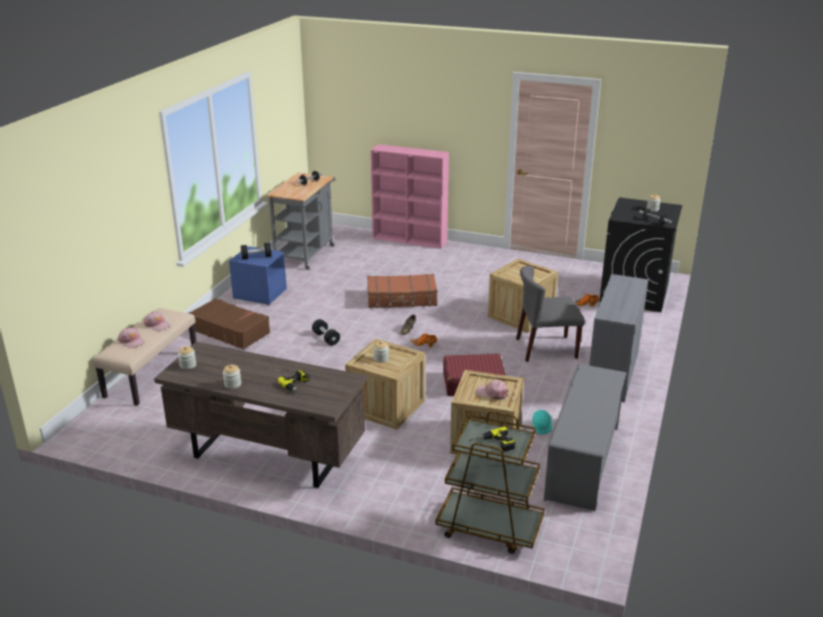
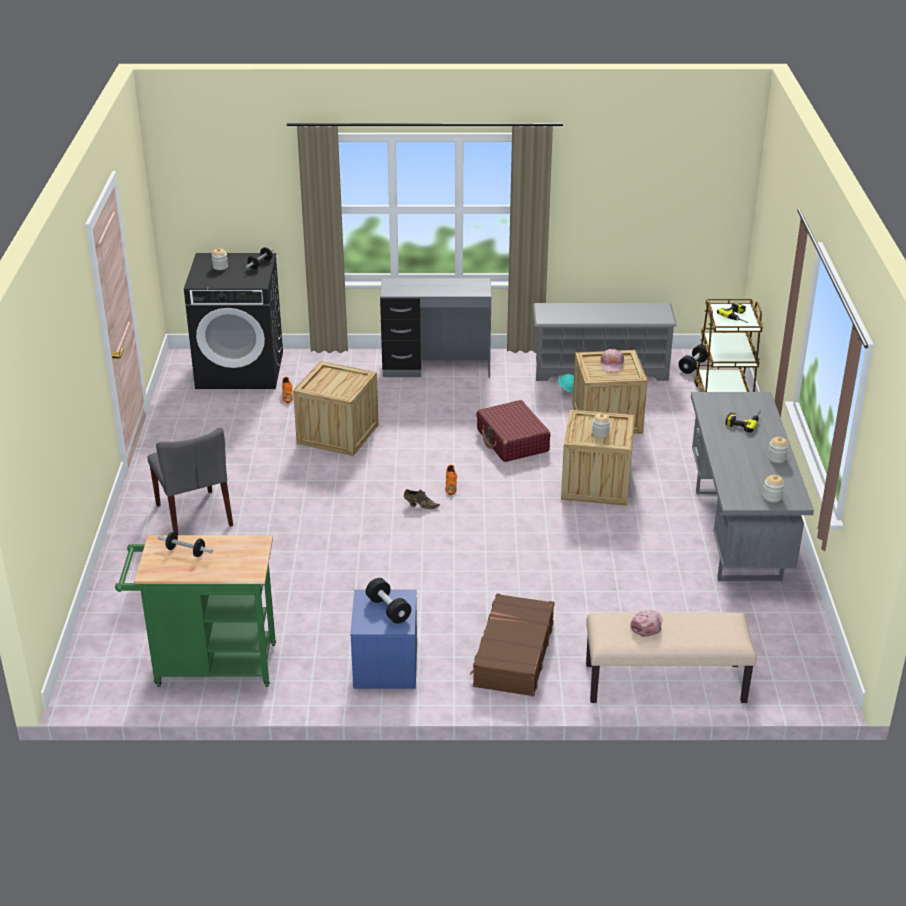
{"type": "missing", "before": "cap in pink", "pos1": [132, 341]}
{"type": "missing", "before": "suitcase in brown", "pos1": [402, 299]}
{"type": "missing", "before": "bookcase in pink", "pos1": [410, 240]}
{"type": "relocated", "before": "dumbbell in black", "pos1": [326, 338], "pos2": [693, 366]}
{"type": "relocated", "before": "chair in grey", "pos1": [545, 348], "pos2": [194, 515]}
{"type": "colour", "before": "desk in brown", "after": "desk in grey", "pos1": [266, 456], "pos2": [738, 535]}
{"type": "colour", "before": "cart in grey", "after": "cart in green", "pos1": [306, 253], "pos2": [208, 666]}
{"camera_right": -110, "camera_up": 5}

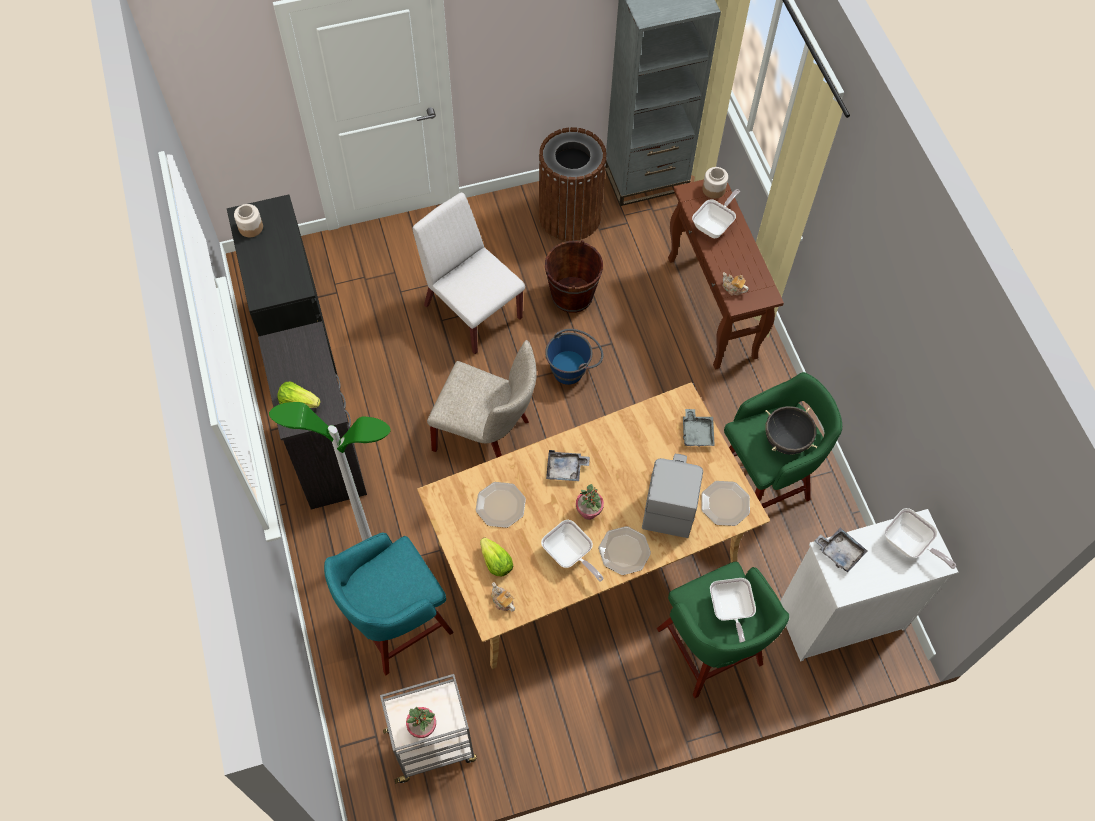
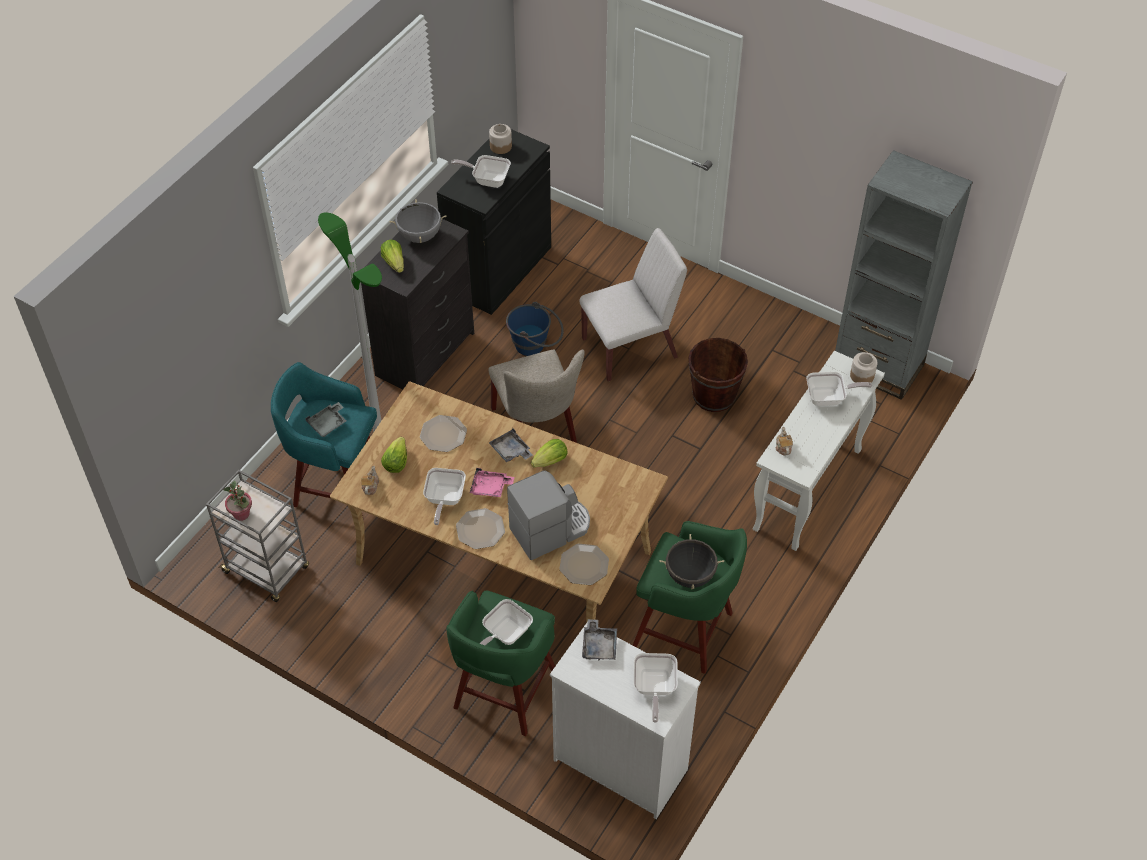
{"type": "missing", "before": "trash can in brown", "pos1": [570, 215]}
{"type": "appeared", "after": "cooking pot in grey", "pos2": [419, 236]}
{"type": "appeared", "after": "frying pan", "pos2": [487, 179]}
{"type": "appeared", "after": "lettuce", "pos2": [550, 461]}
{"type": "relocated", "before": "bucket in blue", "pos1": [573, 368], "pos2": [535, 346]}
{"type": "relocated", "before": "tray in grey", "pos1": [697, 432], "pos2": [328, 424]}
{"type": "exchanged", "before": "potted plant", "after": "tray in pink", "pos1": [589, 512], "pos2": [490, 488]}
{"type": "colour", "before": "console table in brown", "after": "console table in white", "pos1": [712, 309], "pos2": [807, 491]}
{"type": "spun", "before": "chair in white", "pos1": [472, 311], "pos2": [630, 348], "turn": 60}
{"camera_right": 50, "camera_up": -10}

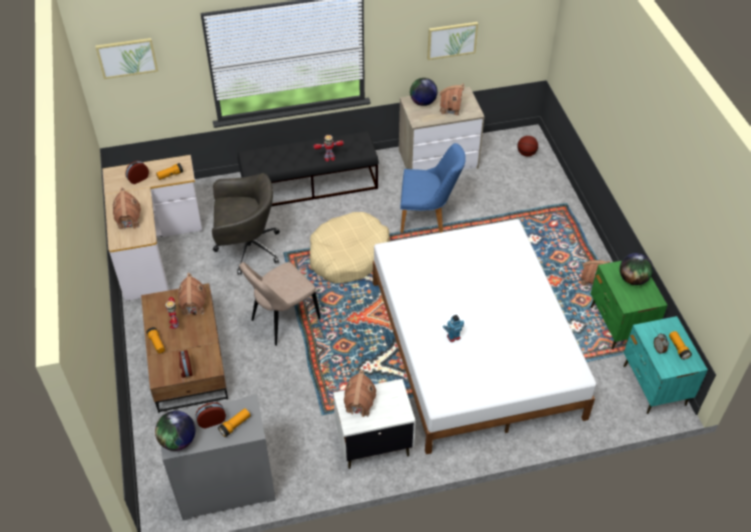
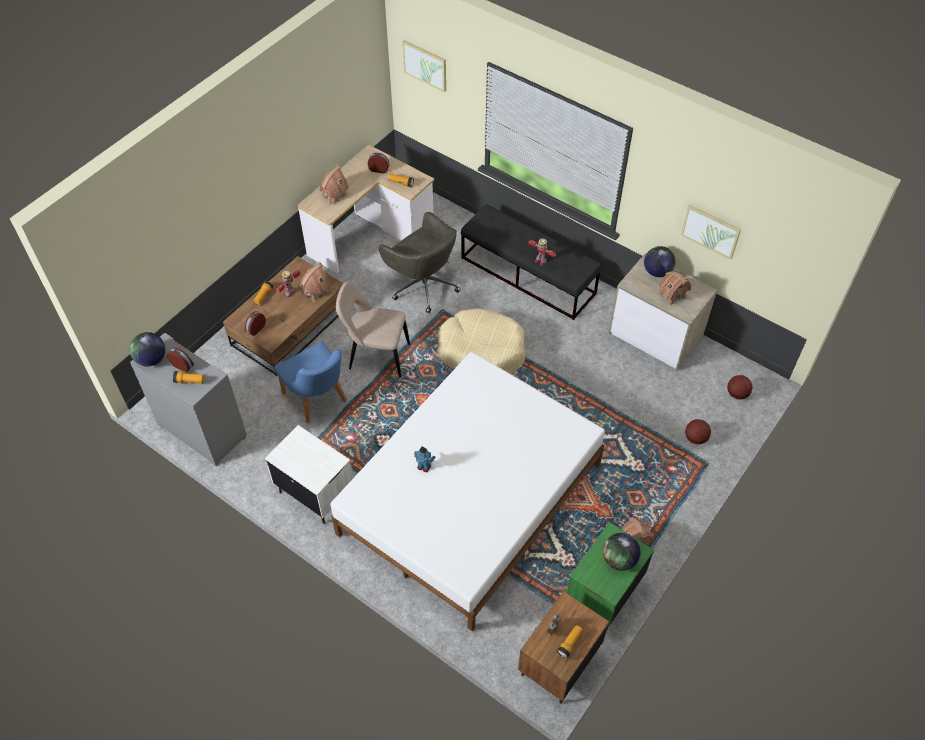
{"type": "missing", "before": "toy house", "pos1": [359, 404]}
{"type": "appeared", "after": "basketball", "pos2": [695, 438]}
{"type": "relocated", "before": "chair in blue", "pos1": [428, 218], "pos2": [318, 400]}
{"type": "colour", "before": "nightstand in turquoise", "after": "nightstand in brown", "pos1": [654, 386], "pos2": [558, 663]}
{"camera_right": 50, "camera_up": 5}

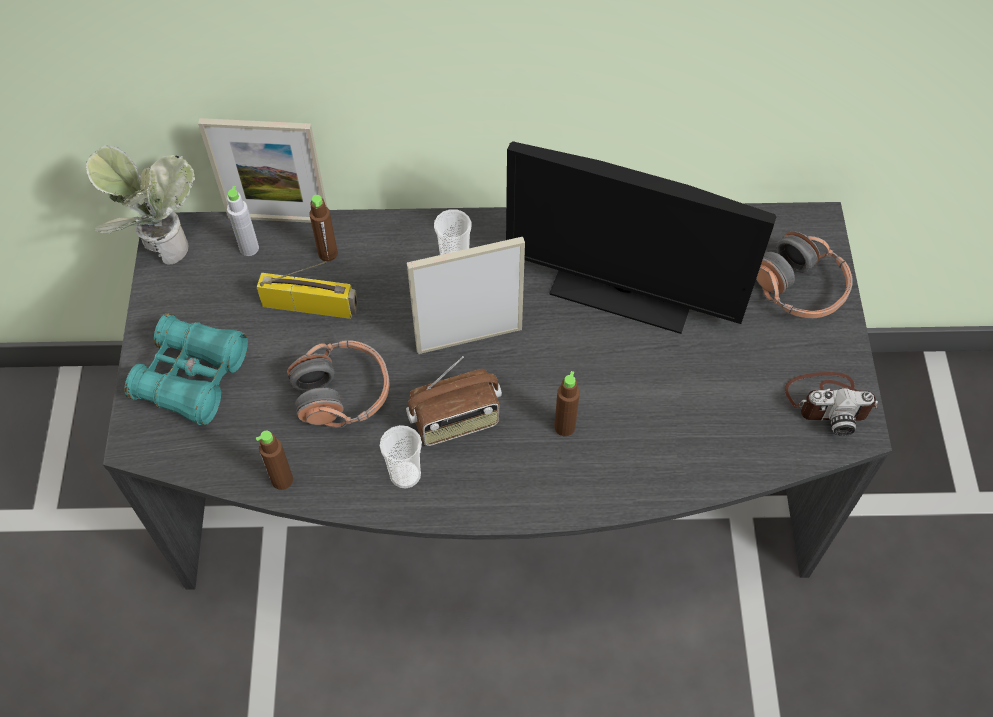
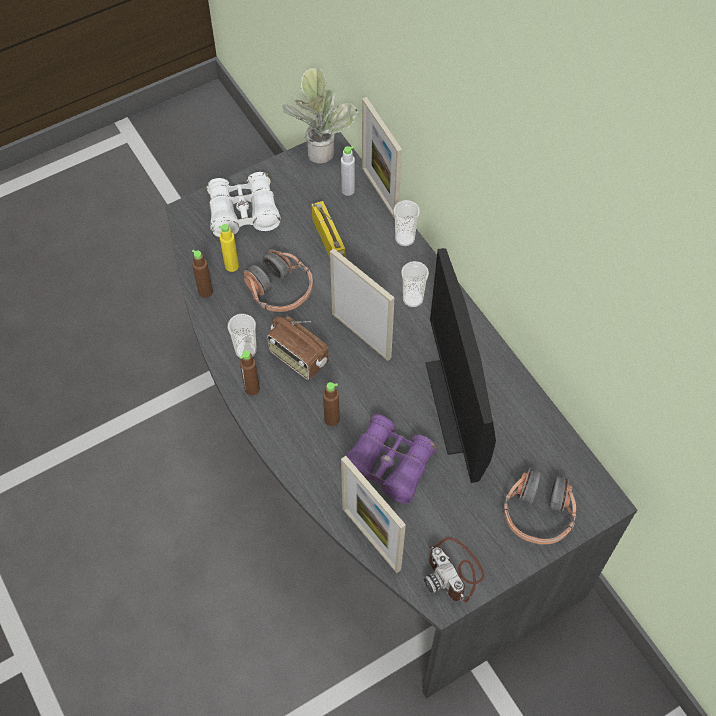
{"type": "appeared", "after": "bottle in yellow", "pos2": [231, 266]}
{"type": "appeared", "after": "binoculars in purple", "pos2": [388, 465]}
{"type": "appeared", "after": "picture frame", "pos2": [371, 539]}
{"type": "appeared", "after": "cup", "pos2": [405, 238]}
{"type": "relocated", "before": "bottle in brown", "pos1": [328, 253], "pos2": [252, 389]}
{"type": "colour", "before": "binoculars in turquoise", "after": "binoculars in white", "pos1": [192, 377], "pos2": [243, 213]}
{"camera_right": 60, "camera_up": 0}

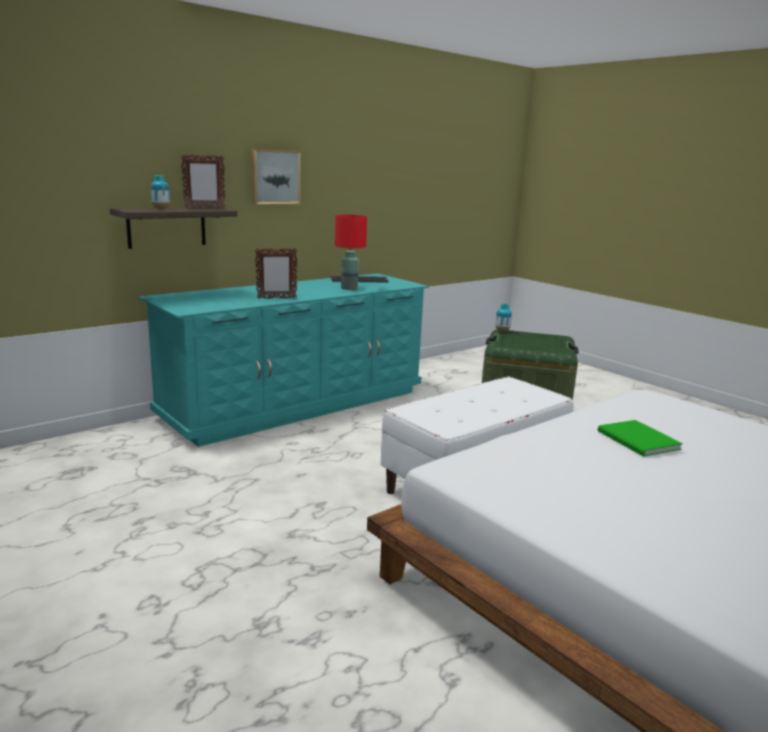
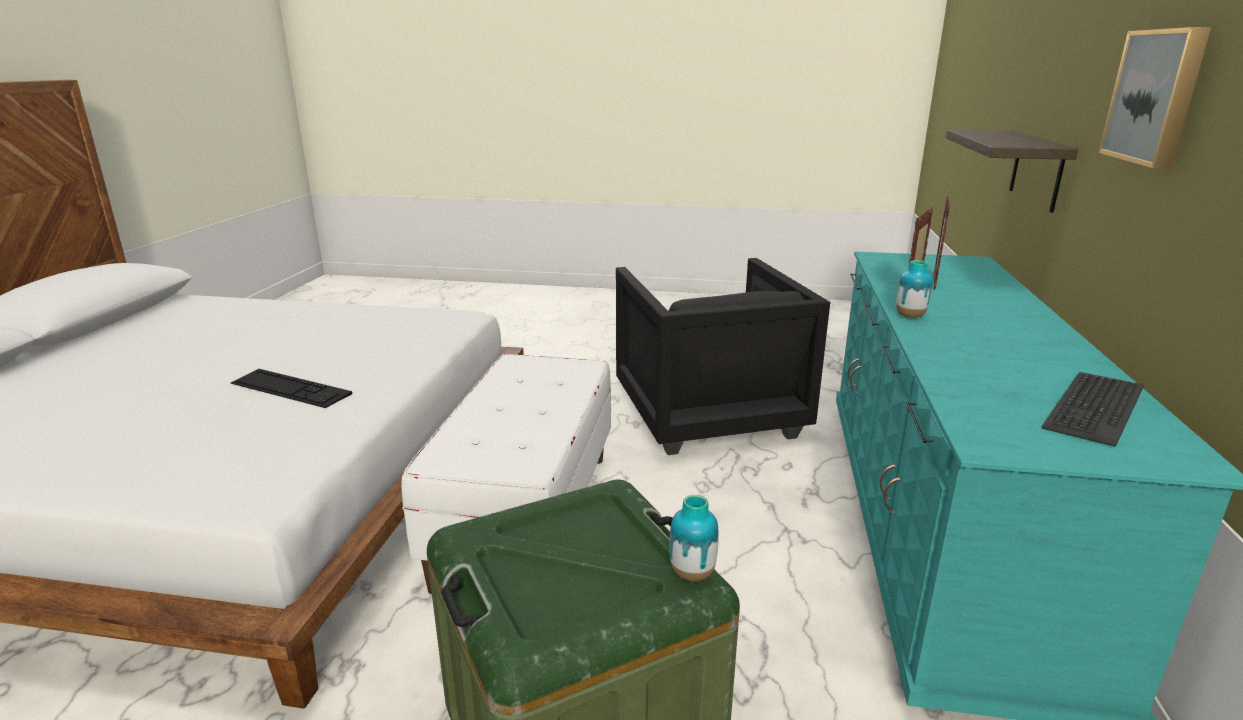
{"type": "missing", "before": "table lamp in red", "pos1": [349, 288]}
{"type": "appeared", "after": "armchair in black", "pos2": [707, 414]}
{"type": "relocated", "before": "vase", "pos1": [161, 209], "pos2": [910, 316]}
{"type": "relocated", "before": "picture frame", "pos1": [204, 208], "pos2": [935, 281]}
{"type": "exchanged", "before": "book in green", "after": "keyboard", "pos1": [638, 441], "pos2": [290, 388]}
{"camera_right": 140, "camera_up": 5}

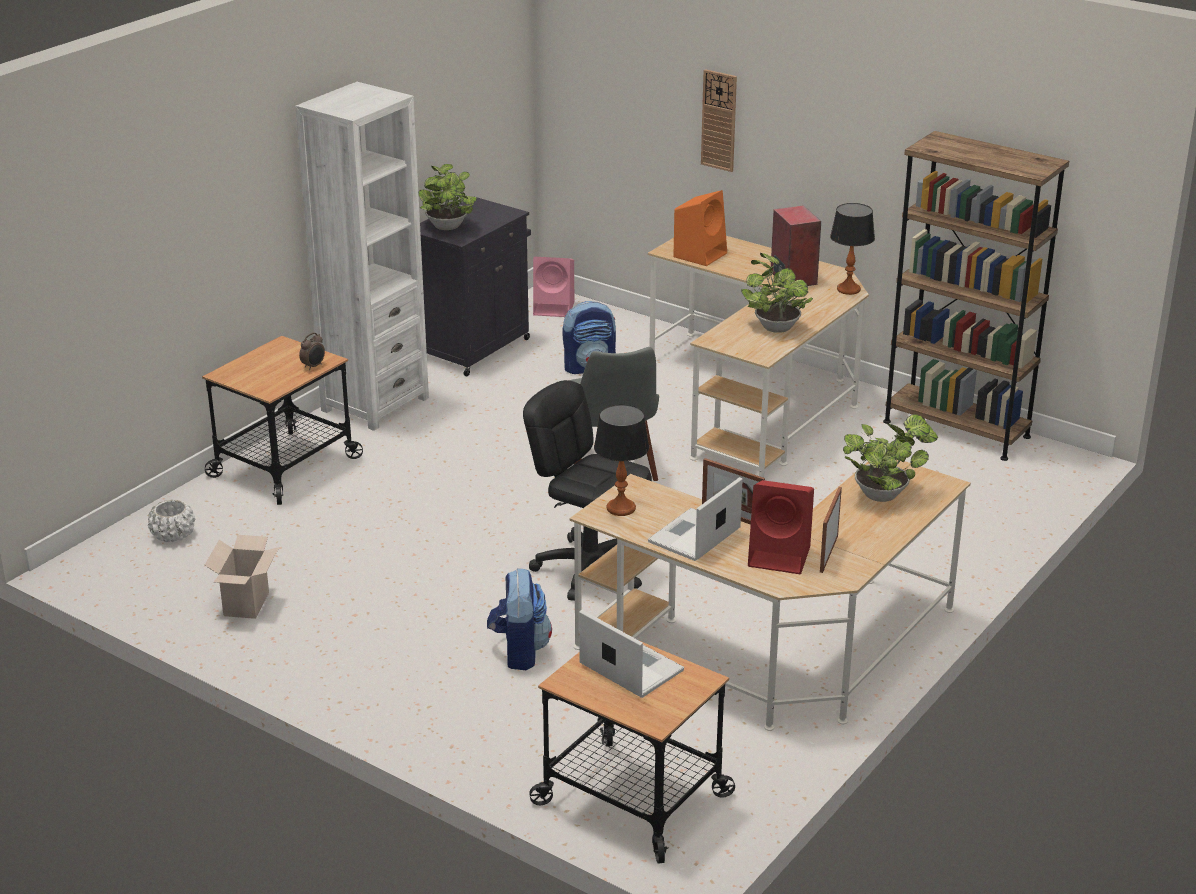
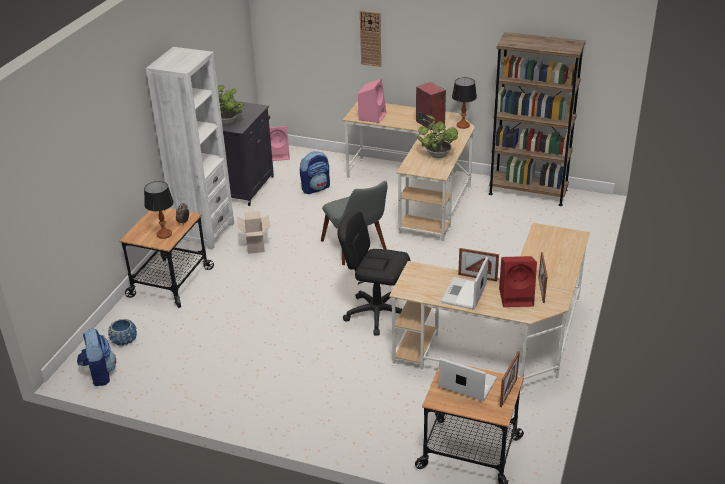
{"type": "missing", "before": "potted plant", "pos1": [884, 494]}
{"type": "appeared", "after": "picture frame", "pos2": [508, 392]}
{"type": "relocated", "before": "cardboard box", "pos1": [247, 605], "pos2": [256, 246]}
{"type": "relocated", "before": "backpack", "pos1": [519, 651], "pos2": [99, 374]}
{"type": "relocated", "before": "table lamp", "pos1": [620, 508], "pos2": [164, 234]}
{"type": "colour", "before": "planter in white", "after": "planter in blue", "pos1": [173, 535], "pos2": [124, 340]}
{"type": "colour", "before": "speaker in orange", "after": "speaker in pink", "pos1": [700, 254], "pos2": [372, 116]}
{"camera_right": -15, "camera_up": 5}

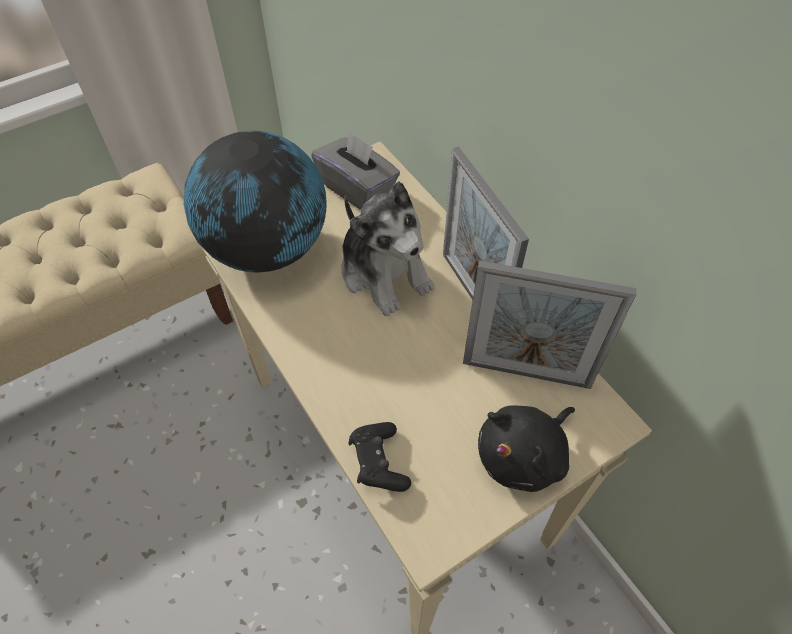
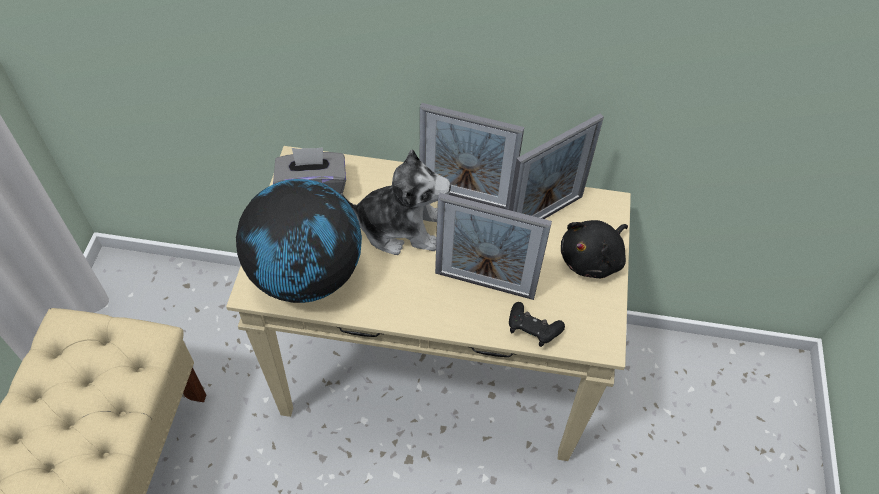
{"type": "appeared", "after": "picture frame", "pos2": [484, 284]}
{"type": "spun", "before": "plush toy in black", "pos1": [524, 455], "pos2": [593, 259], "turn": 45}
{"camera_right": -50, "camera_up": 0}

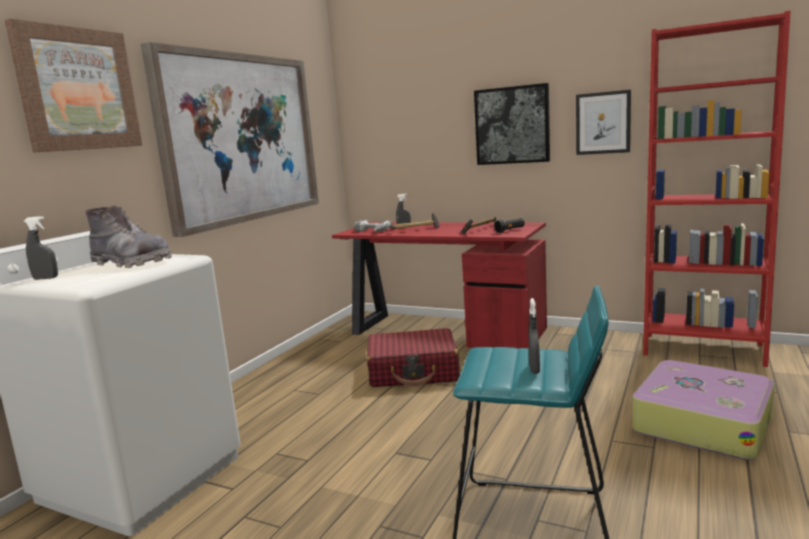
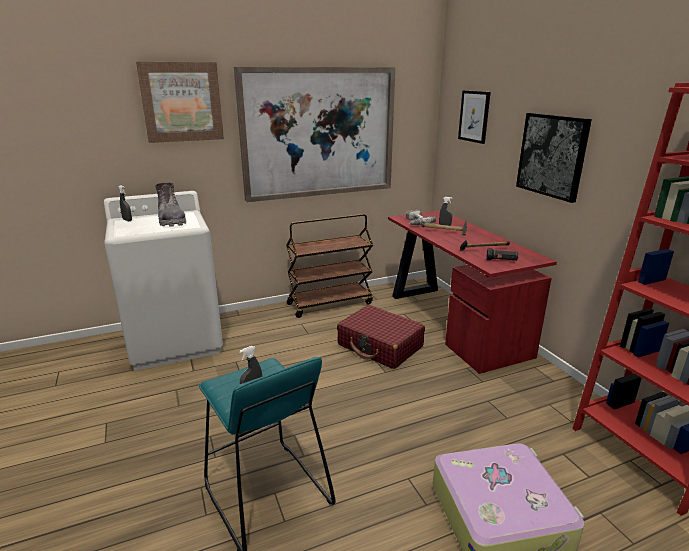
{"type": "appeared", "after": "cart in brown", "pos2": [330, 303]}
{"type": "relocated", "before": "picture", "pos1": [603, 123], "pos2": [474, 116]}
{"camera_right": 40, "camera_up": 10}

